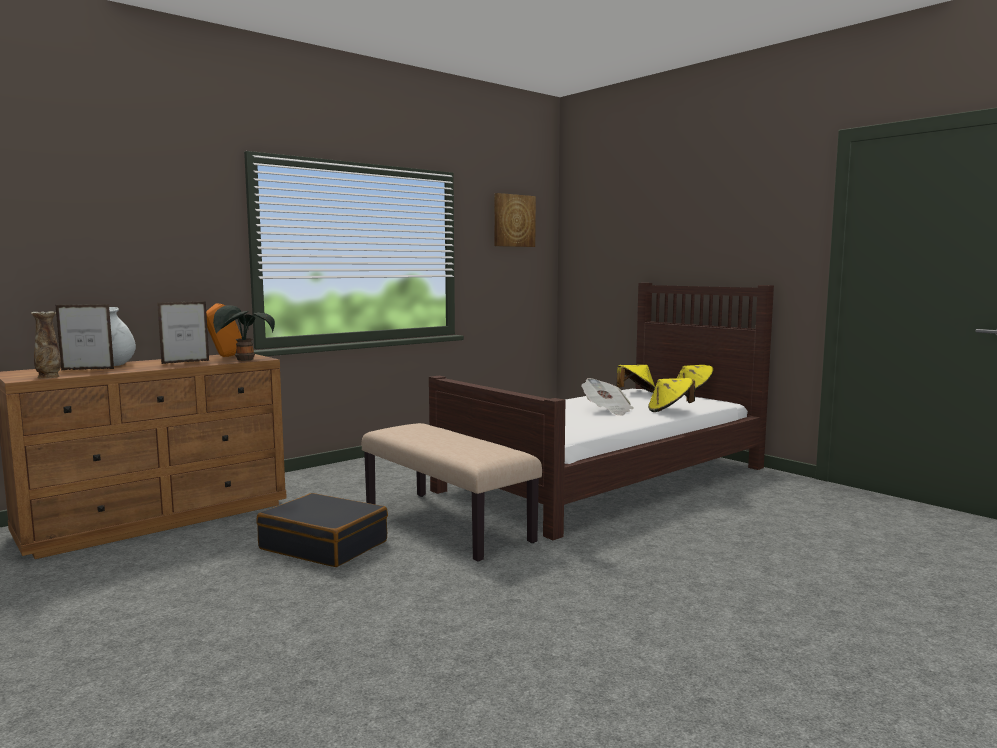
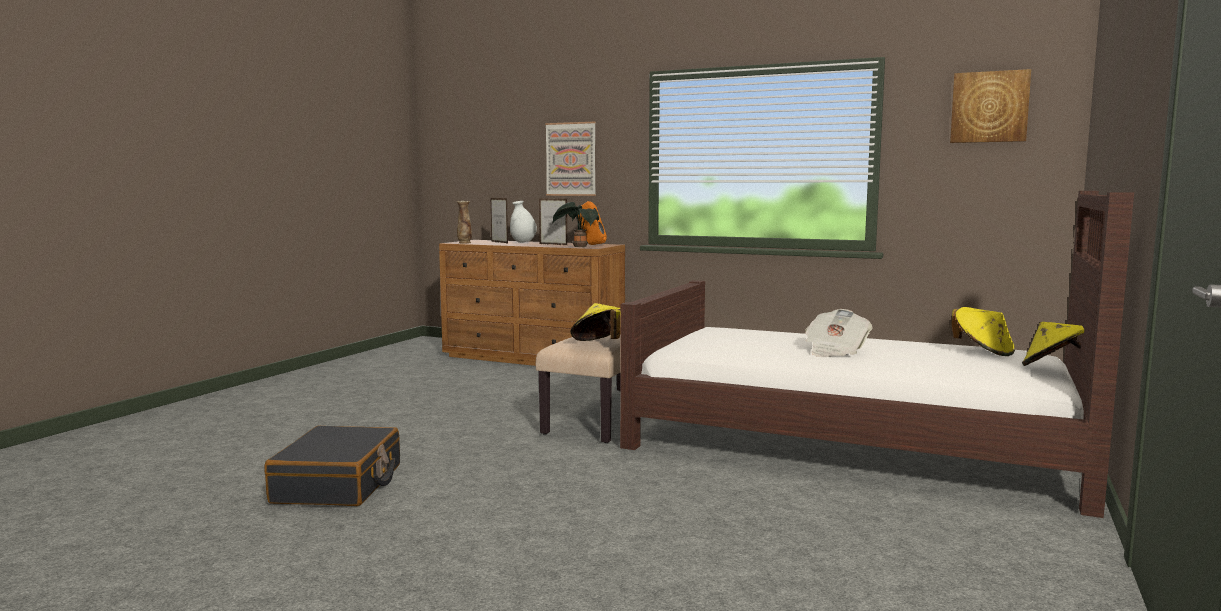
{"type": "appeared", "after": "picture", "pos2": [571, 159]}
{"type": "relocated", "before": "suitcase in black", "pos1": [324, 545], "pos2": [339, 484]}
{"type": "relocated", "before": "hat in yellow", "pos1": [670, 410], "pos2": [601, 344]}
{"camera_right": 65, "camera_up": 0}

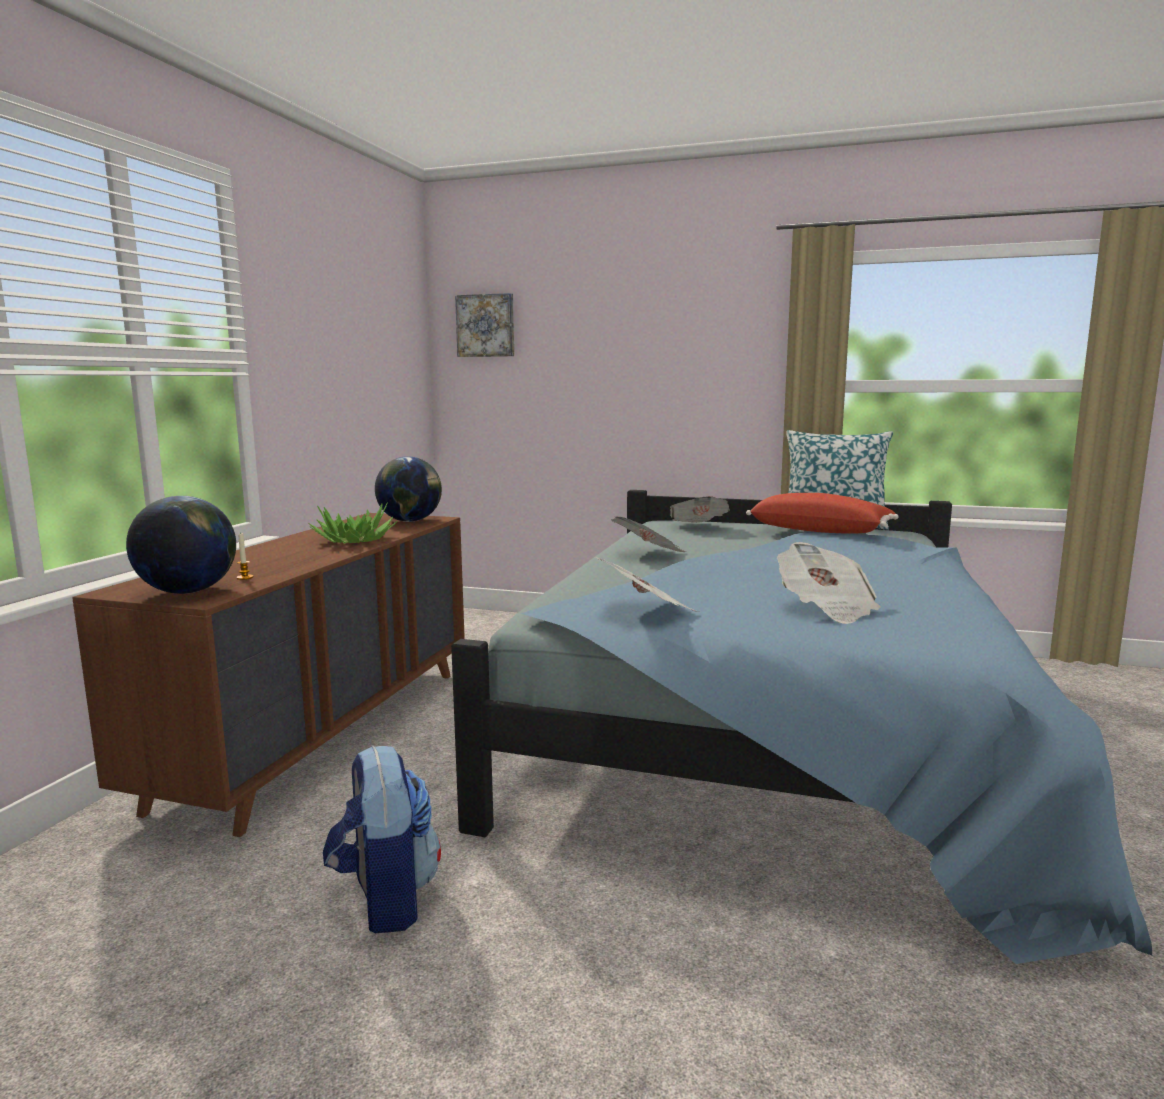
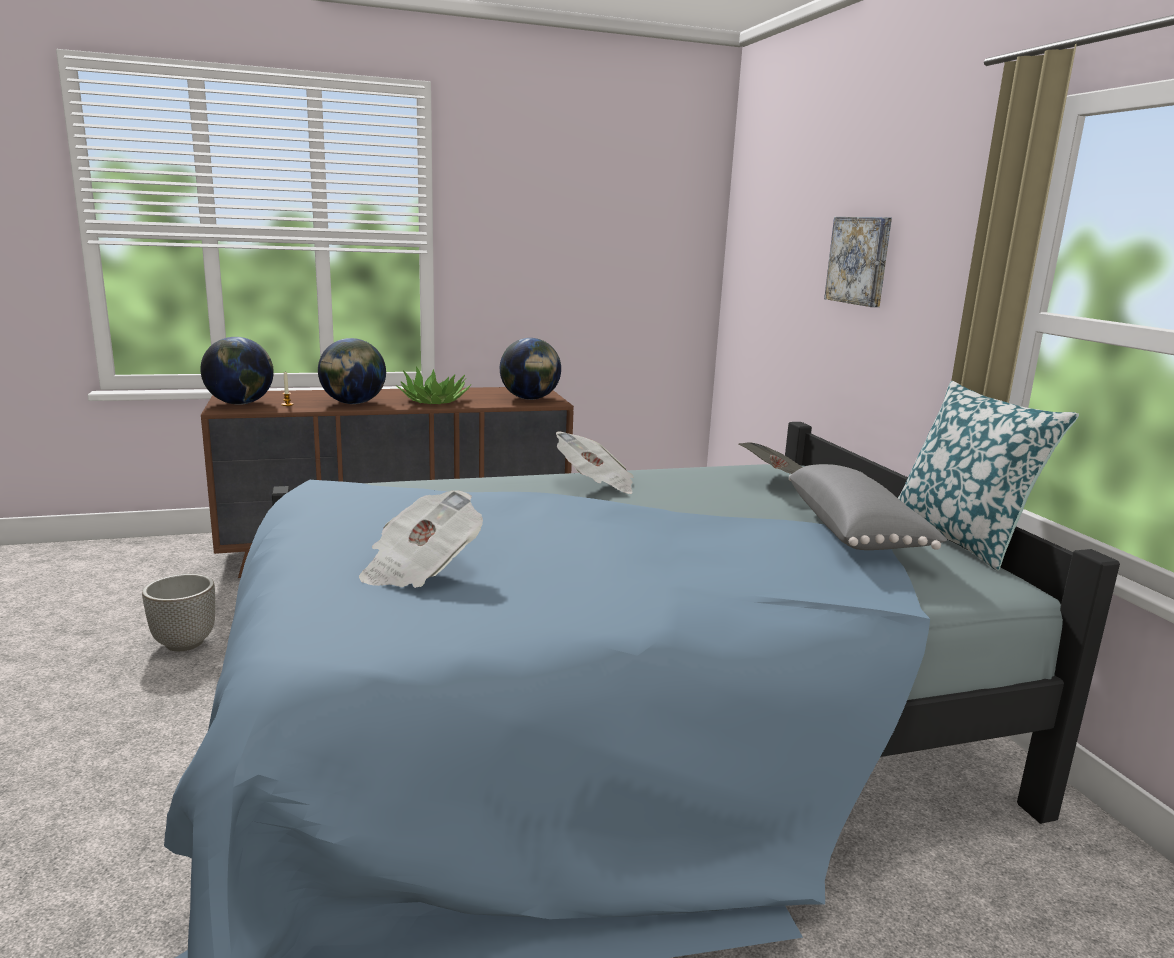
{"type": "missing", "before": "newspaper", "pos1": [646, 611]}
{"type": "appeared", "after": "globe", "pos2": [353, 403]}
{"type": "relocated", "before": "picture", "pos1": [486, 325], "pos2": [860, 260]}
{"type": "exchanged", "before": "backpack", "after": "planter", "pos1": [385, 899], "pos2": [185, 643]}
{"type": "colour", "before": "pillow in red", "after": "pillow in grey", "pos1": [820, 531], "pos2": [855, 531]}
{"camera_right": 55, "camera_up": 5}

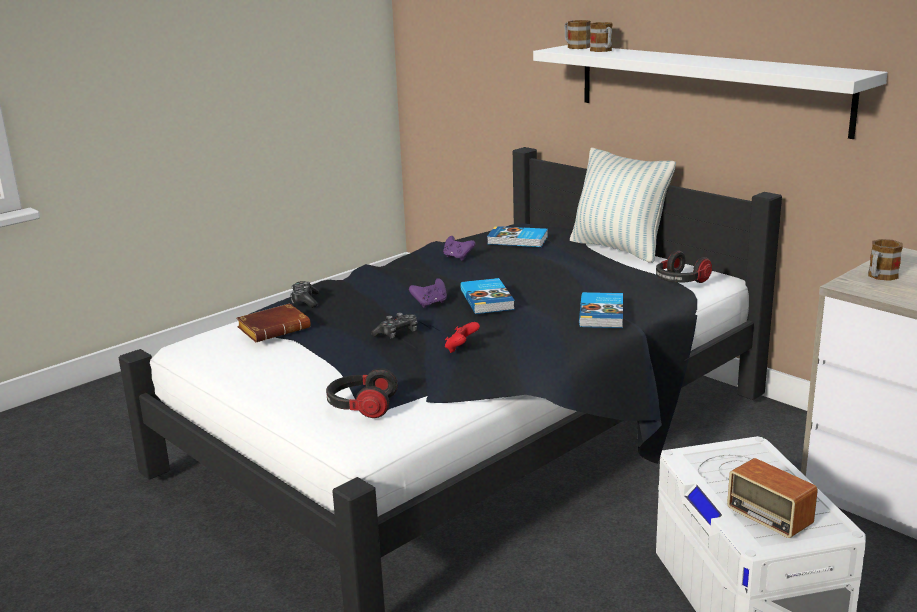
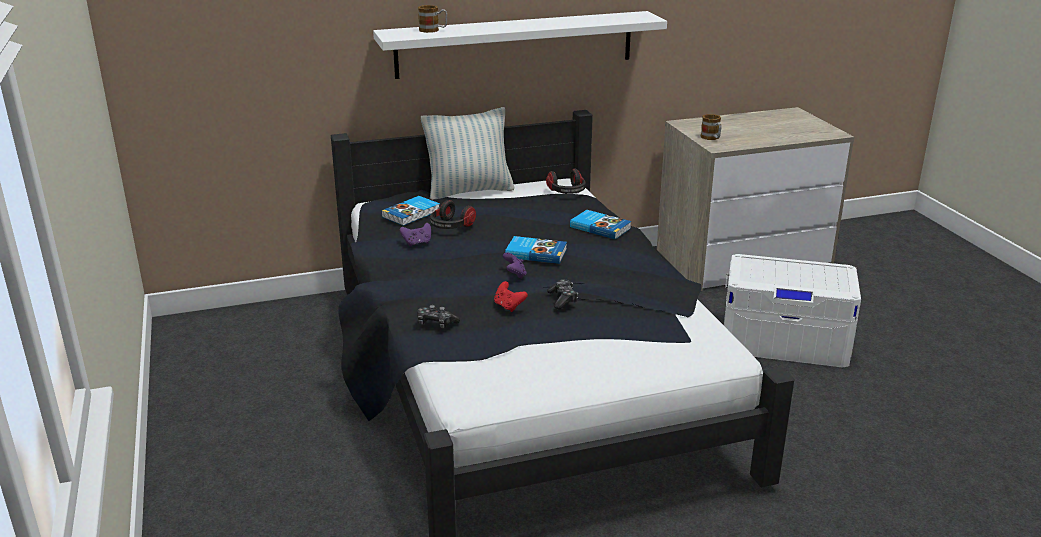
{"type": "missing", "before": "book in brown", "pos1": [275, 328]}
{"type": "missing", "before": "mug", "pos1": [575, 47]}
{"type": "missing", "before": "radio", "pos1": [753, 491]}
{"type": "relocated", "before": "headphones", "pos1": [361, 407], "pos2": [451, 227]}
{"type": "relocated", "before": "game controller in red", "pos1": [461, 349], "pos2": [509, 306]}
{"camera_right": -65, "camera_up": 5}

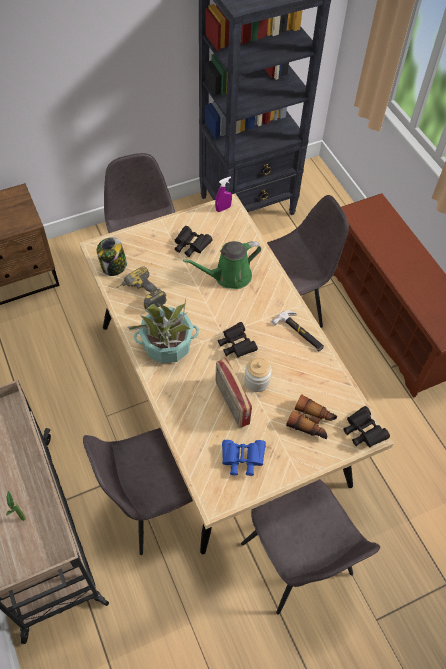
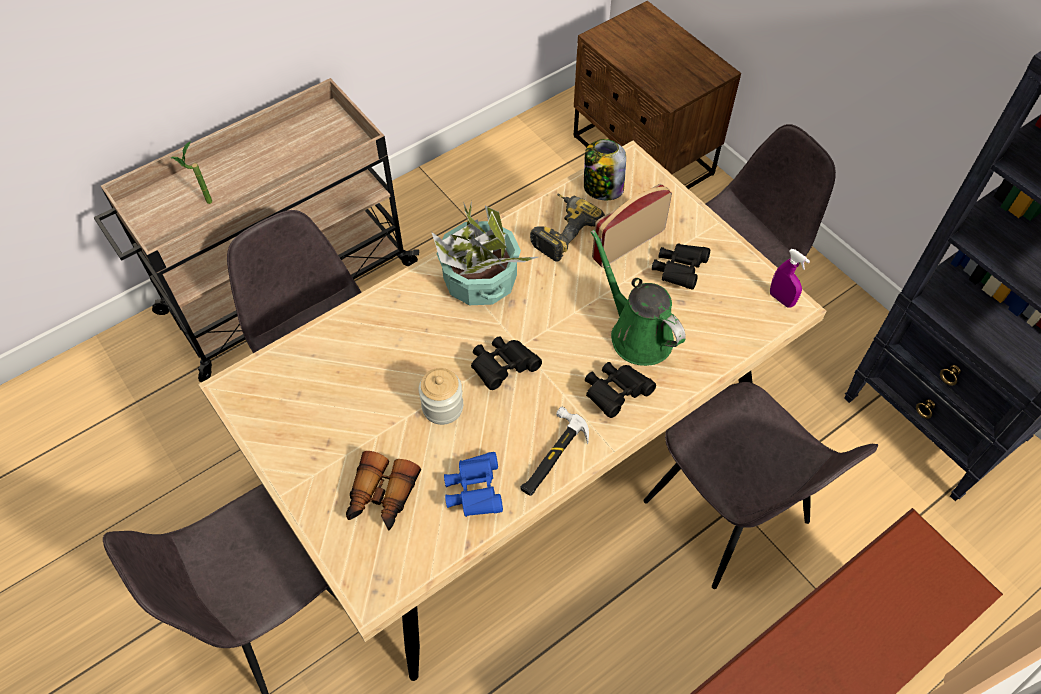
{"type": "relocated", "before": "radio", "pos1": [231, 403], "pos2": [627, 244]}
{"type": "relocated", "before": "binoculars in blue", "pos1": [242, 460], "pos2": [474, 491]}
{"type": "relocated", "before": "binoculars in black", "pos1": [362, 432], "pos2": [615, 393]}
{"camera_right": 80, "camera_up": 0}

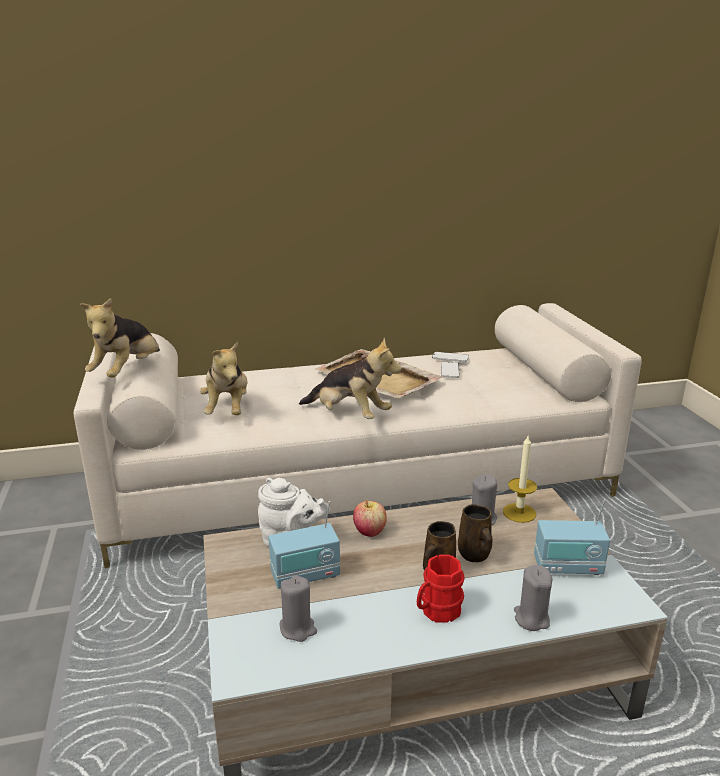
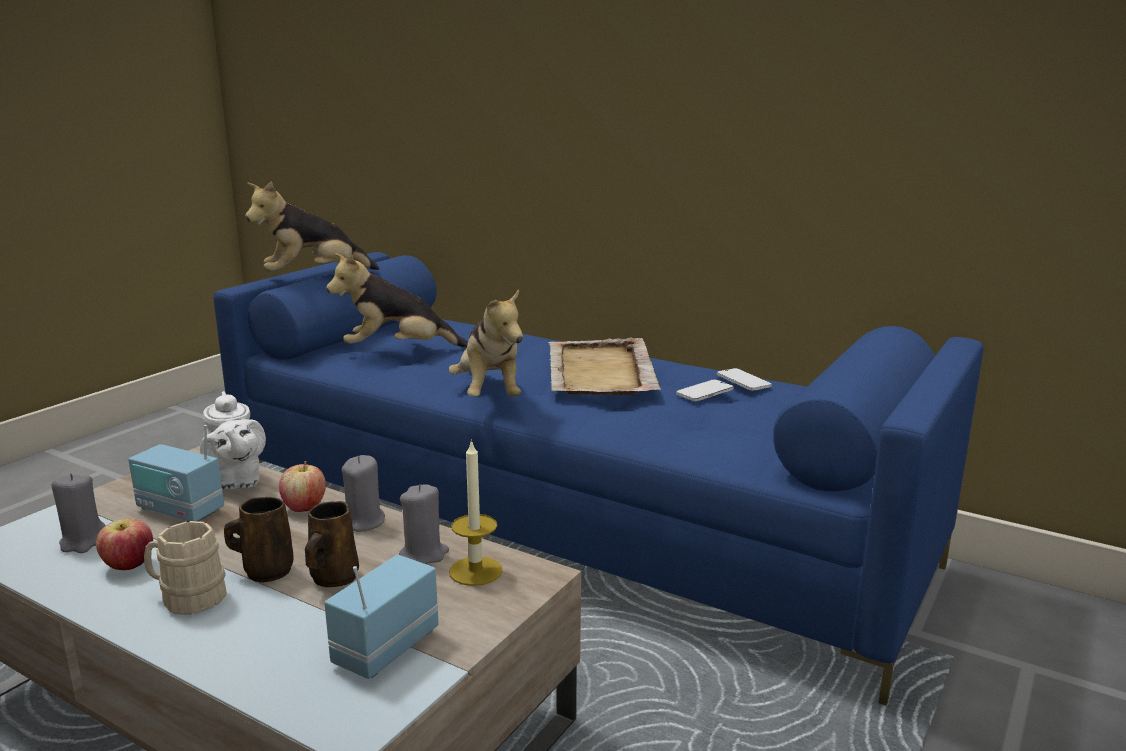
{"type": "appeared", "after": "apple", "pos2": [129, 566]}
{"type": "relocated", "before": "candle in grey", "pos1": [531, 618], "pos2": [364, 522]}
{"type": "colour", "before": "sofa in beige", "after": "sofa in blue", "pos1": [361, 484], "pos2": [566, 521]}
{"type": "colour", "before": "mug in red", "after": "mug in beige", "pos1": [437, 611], "pos2": [187, 598]}
{"type": "spun", "before": "plush toy", "pos1": [228, 409], "pos2": [397, 350], "turn": 45}
{"type": "spun", "before": "radio", "pos1": [568, 567], "pos2": [385, 648], "turn": 75}
{"camera_right": 45, "camera_up": -5}

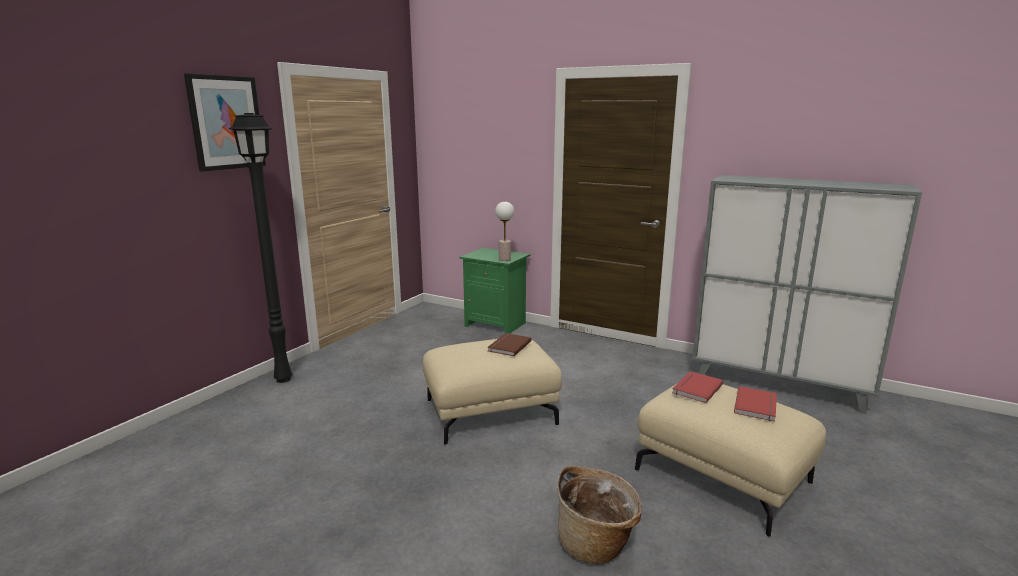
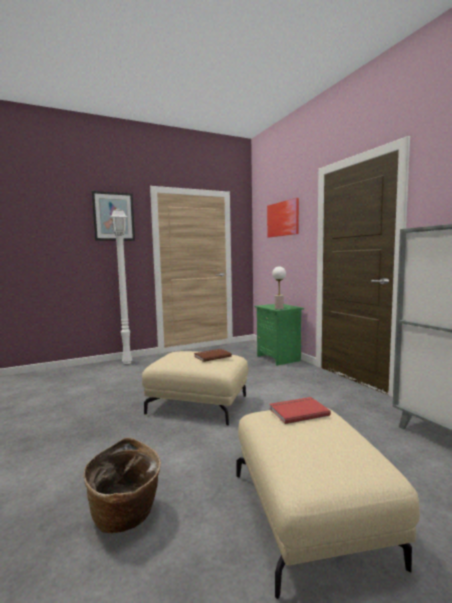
{"type": "missing", "before": "book in red", "pos1": [757, 405]}
{"type": "appeared", "after": "picture", "pos2": [283, 219]}
{"type": "colour", "before": "floor lamp in black", "after": "floor lamp in white", "pos1": [283, 379], "pos2": [127, 362]}
{"camera_right": 35, "camera_up": -10}

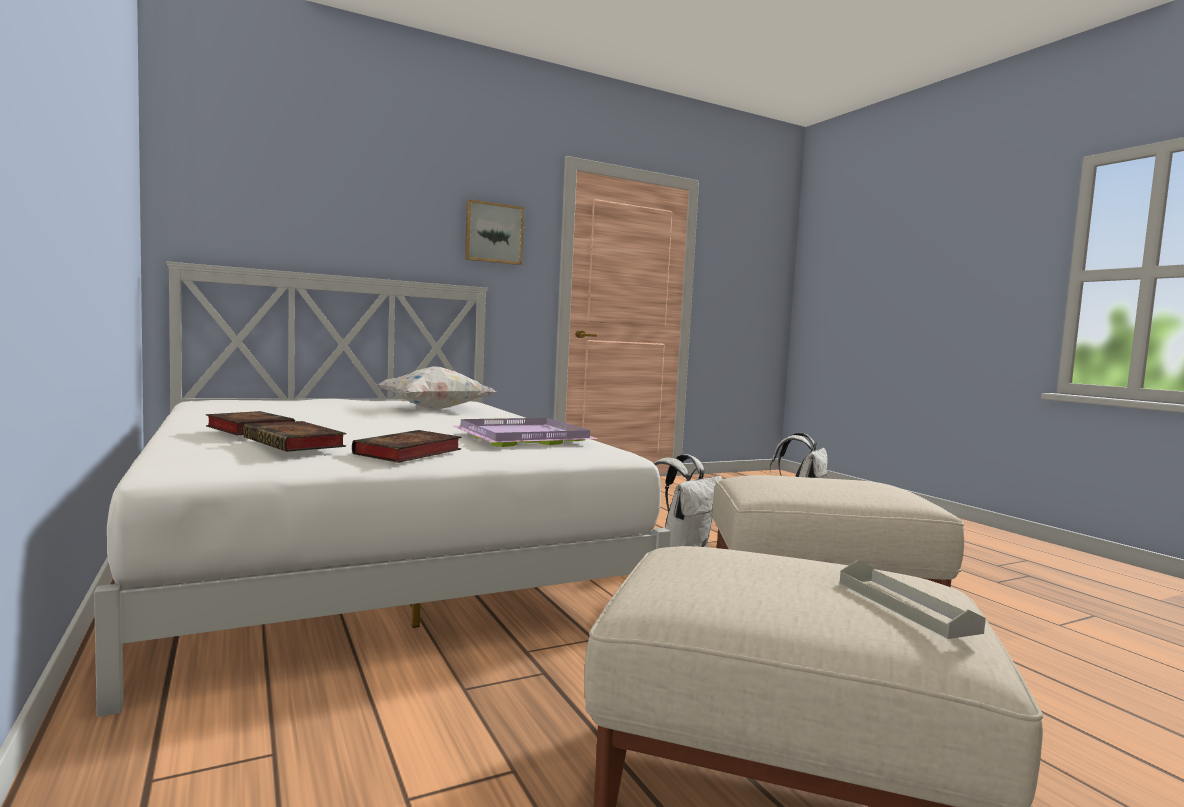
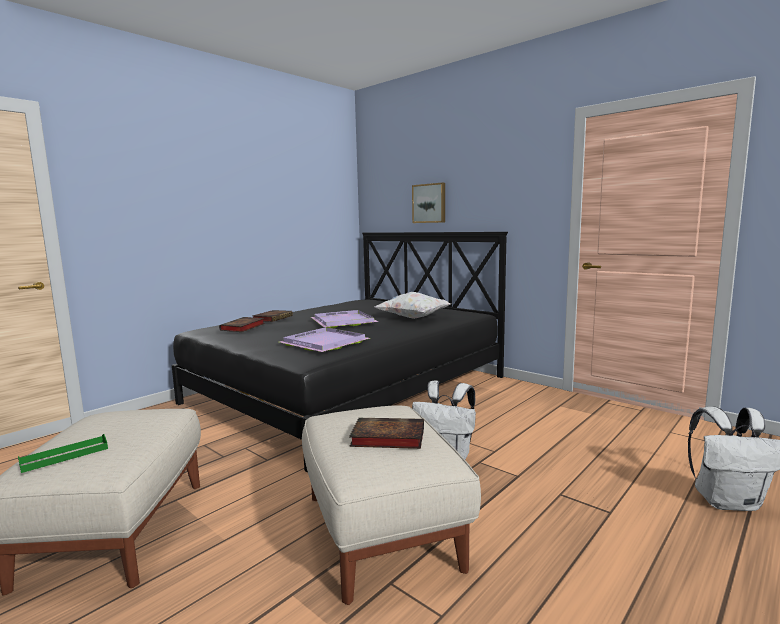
{"type": "appeared", "after": "tray in purple", "pos2": [344, 321]}
{"type": "relocated", "before": "book", "pos1": [407, 453], "pos2": [386, 438]}
{"type": "relocated", "before": "picture", "pos1": [493, 233], "pos2": [429, 203]}
{"type": "colour", "before": "bed in white", "after": "bed in black", "pos1": [370, 551], "pos2": [348, 389]}
{"type": "colour", "before": "tray in grey", "after": "tray in green", "pos1": [905, 606], "pos2": [65, 456]}
{"camera_right": 70, "camera_up": 5}

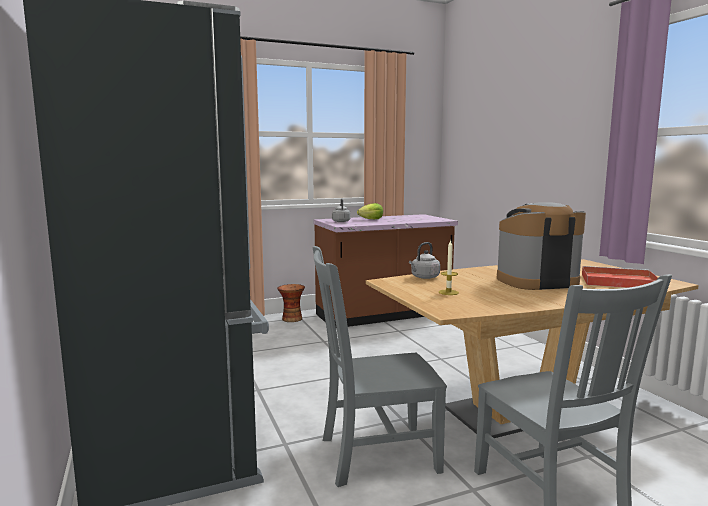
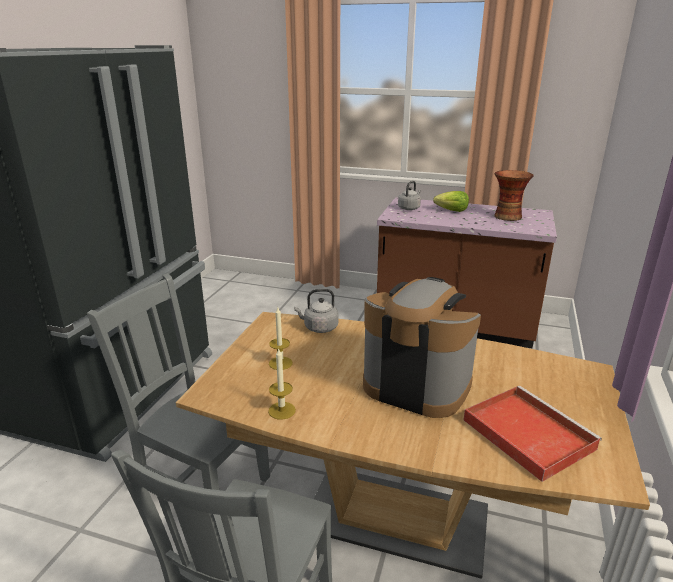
{"type": "appeared", "after": "candle", "pos2": [282, 410]}
{"type": "relocated", "before": "vase", "pos1": [291, 319], "pos2": [507, 216]}
{"camera_right": 40, "camera_up": 15}

